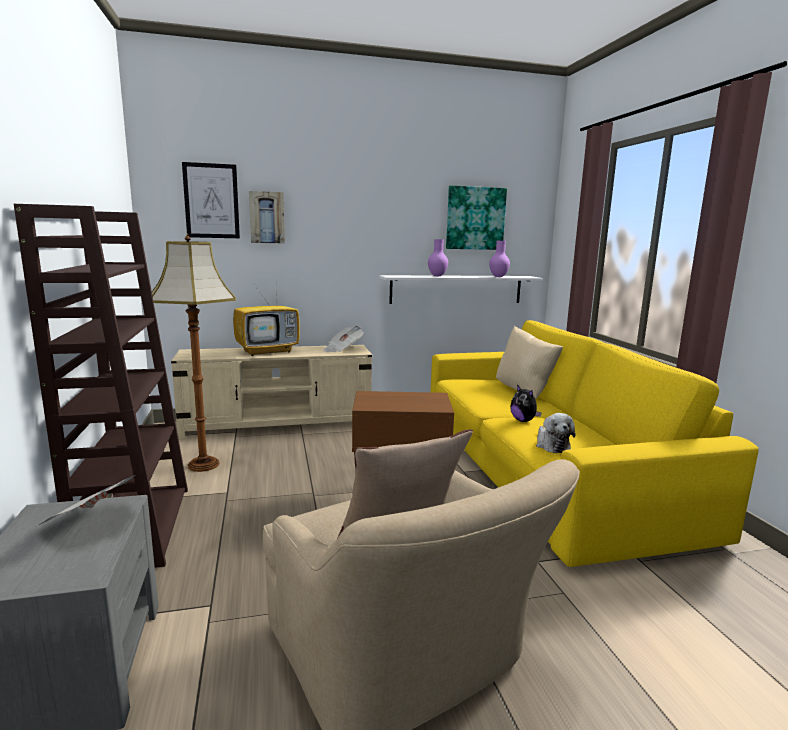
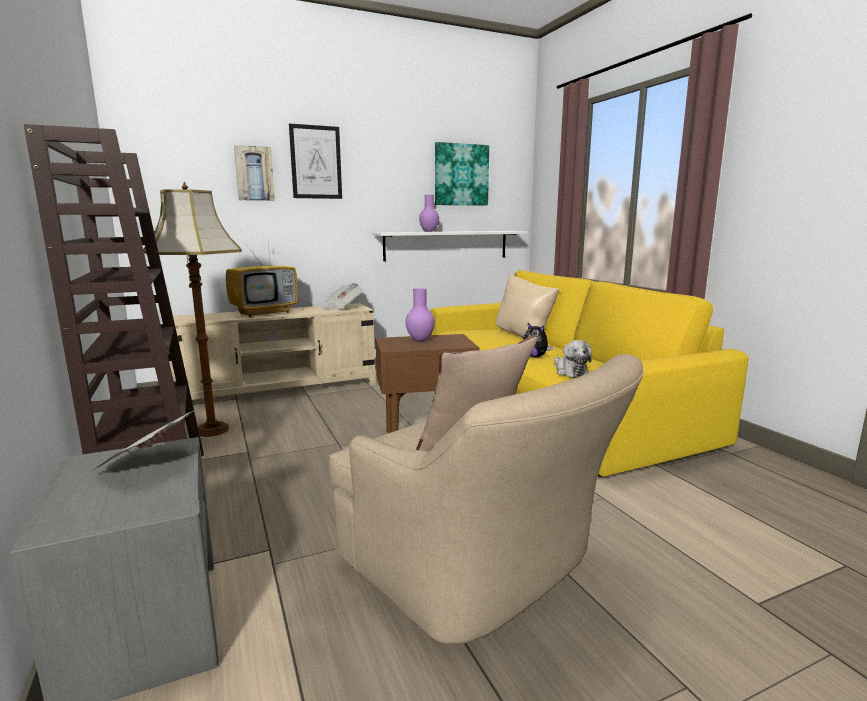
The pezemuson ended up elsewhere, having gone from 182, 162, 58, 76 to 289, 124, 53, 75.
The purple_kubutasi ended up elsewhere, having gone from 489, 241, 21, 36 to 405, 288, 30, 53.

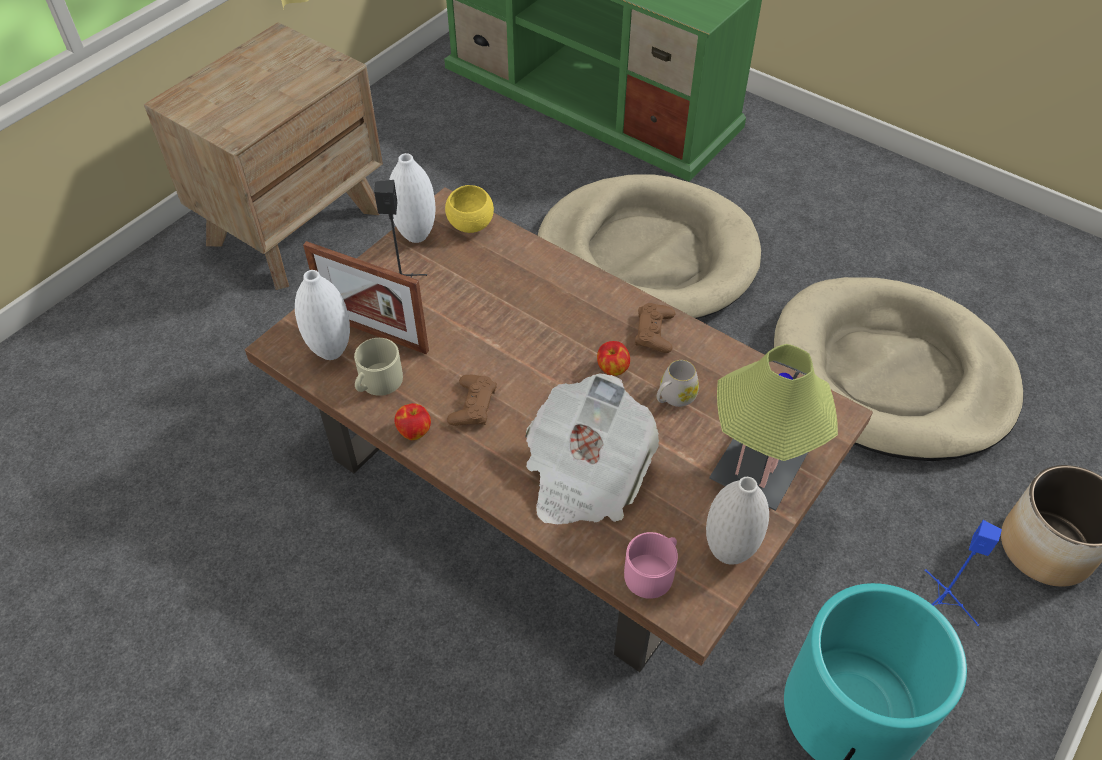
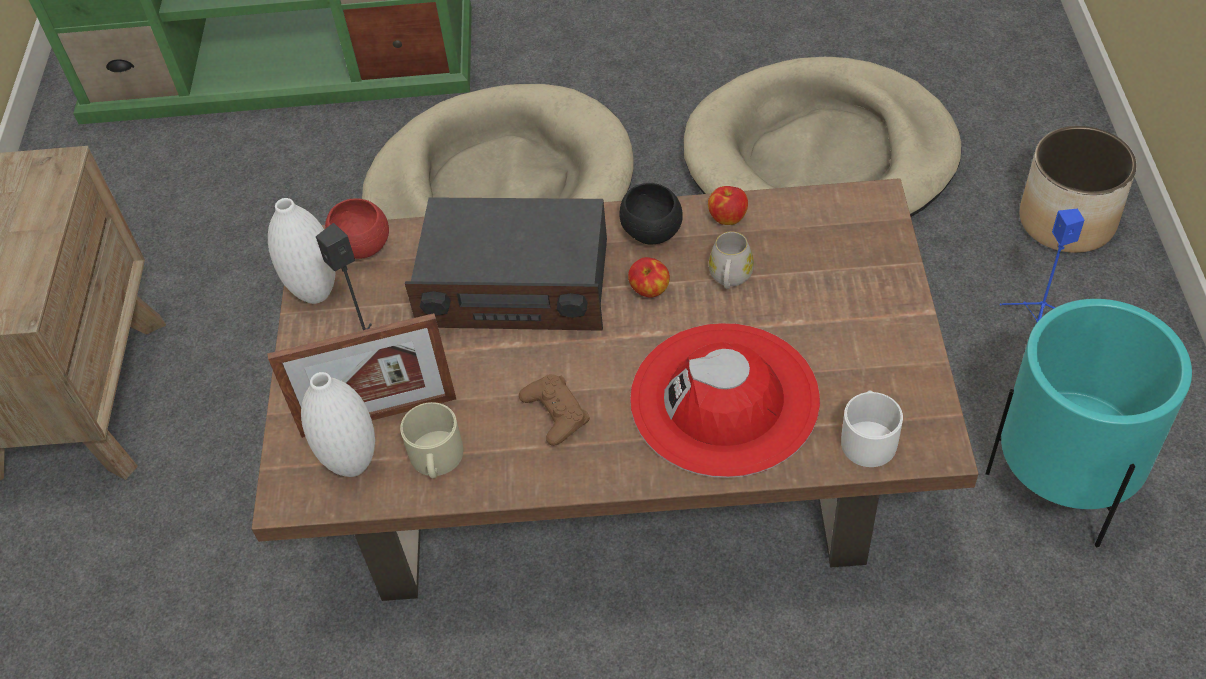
The second view lost the white_kubutasi at 706, 477, 63, 88.
The second view lost the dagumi at 709, 344, 129, 167.
The second view gained the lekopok at 405, 197, 202, 134.
The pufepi ended up elsewhere, having gone from 394, 403, 37, 37 to 708, 186, 40, 39.
Where the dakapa stood at 525, 374, 134, 151, the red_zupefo came to stand at 630, 323, 190, 155.
Where the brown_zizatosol stood at 635, 303, 40, 50, the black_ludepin came to stand at 619, 183, 64, 61.
What was the yellow_ludepin at 445, 185, 49, 48 turned into the red_ludepin at 325, 198, 64, 61.
What was the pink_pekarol at 624, 532, 54, 67 turned into the white_pekarol at 841, 391, 62, 76.

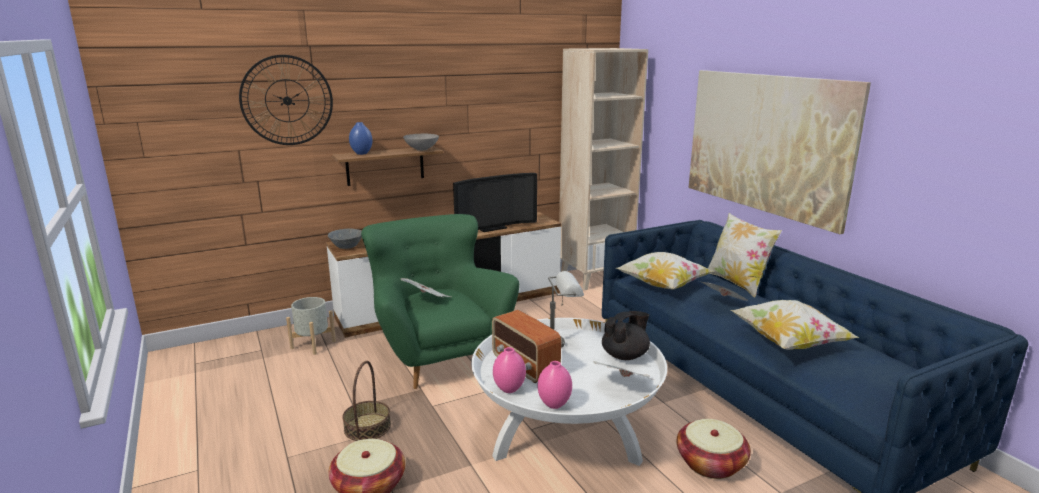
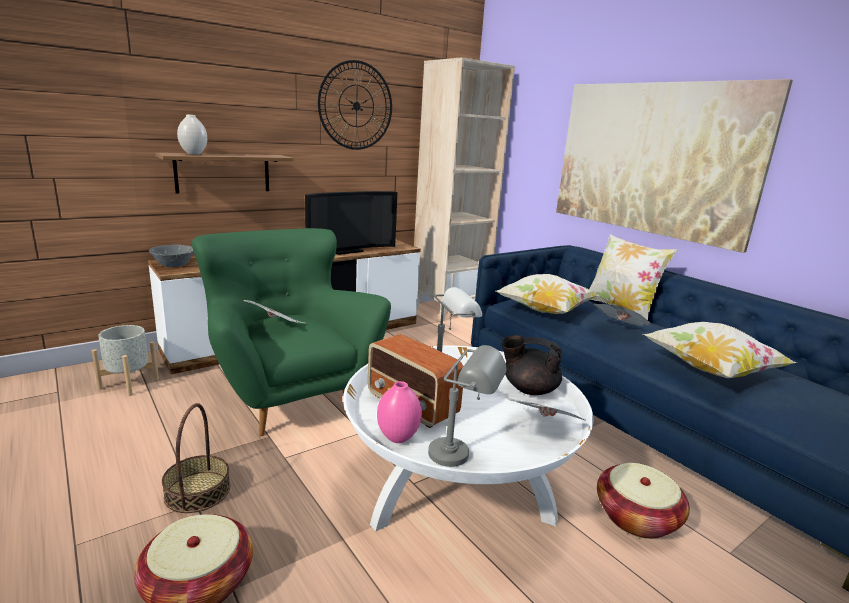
The second view lost the grey_ludepin at 403, 134, 36, 17.
The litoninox ended up elsewhere, having gone from 239, 55, 94, 90 to 318, 60, 74, 90.
Where the pink_kubutasi stood at 538, 361, 34, 48, the grey_dagumi came to stand at 428, 345, 79, 122.
What was the blue_kubutasi at 349, 122, 23, 33 turned into the white_kubutasi at 177, 115, 30, 40.
The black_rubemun at 602, 311, 48, 49 ended up facing another way, 120 degrees counterclockwise from before.

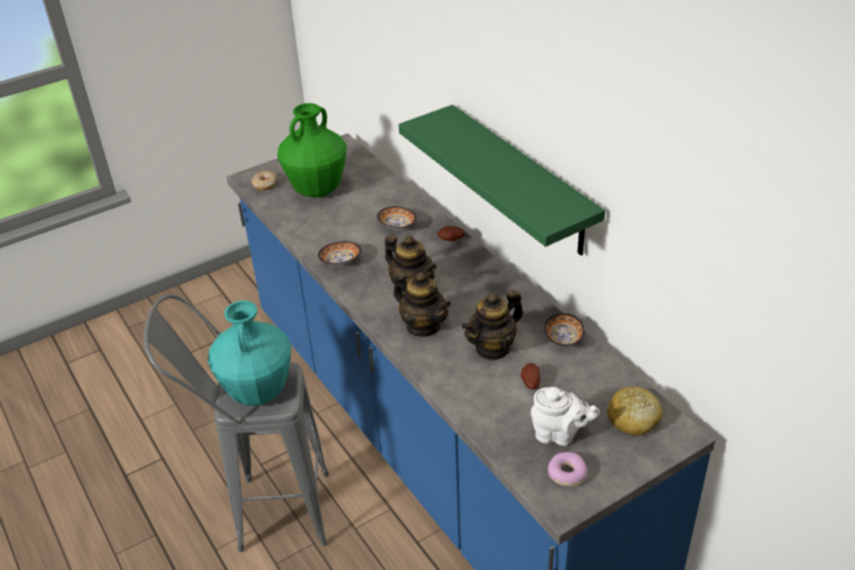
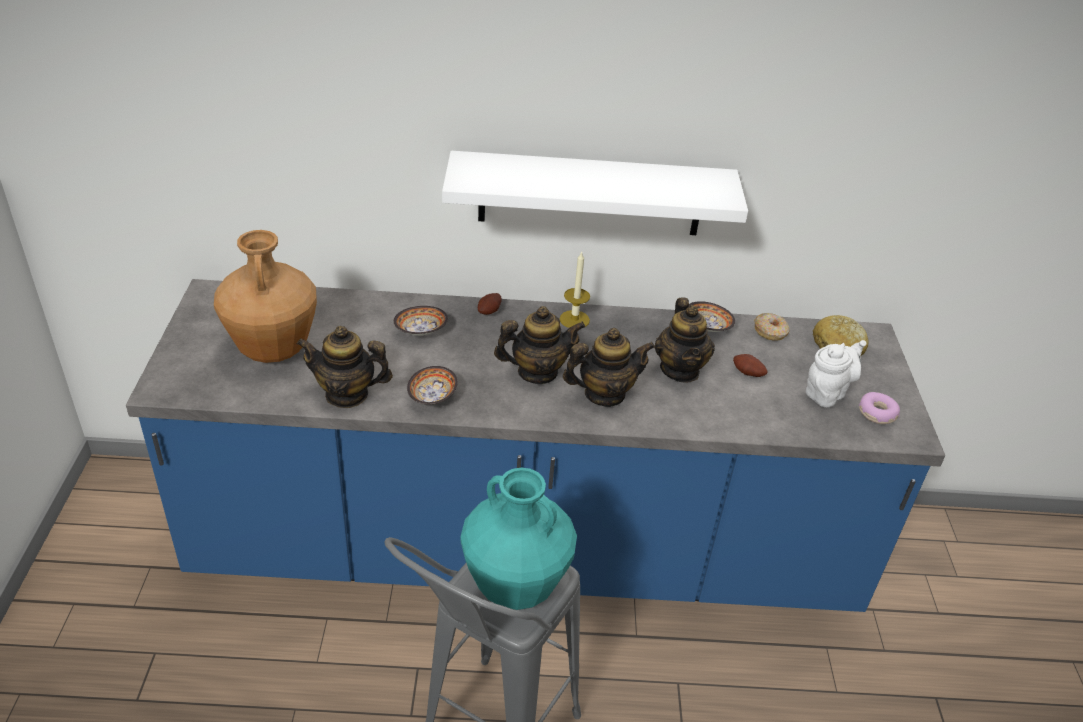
The second view gained the rubemun at 297, 326, 96, 82.
The second view gained the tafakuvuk at 560, 251, 30, 77.
The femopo ended up elsewhere, having gone from 251, 170, 26, 20 to 754, 313, 36, 28.
What was the green_kubutasi at 277, 103, 70, 95 turned into the brown_kubutasi at 214, 230, 103, 133.
What was the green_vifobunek at 399, 105, 206, 151 turned into the white_vifobunek at 442, 151, 306, 84.

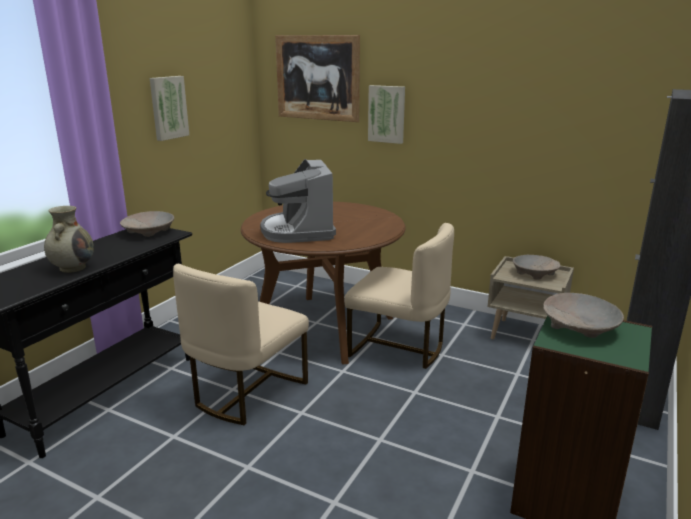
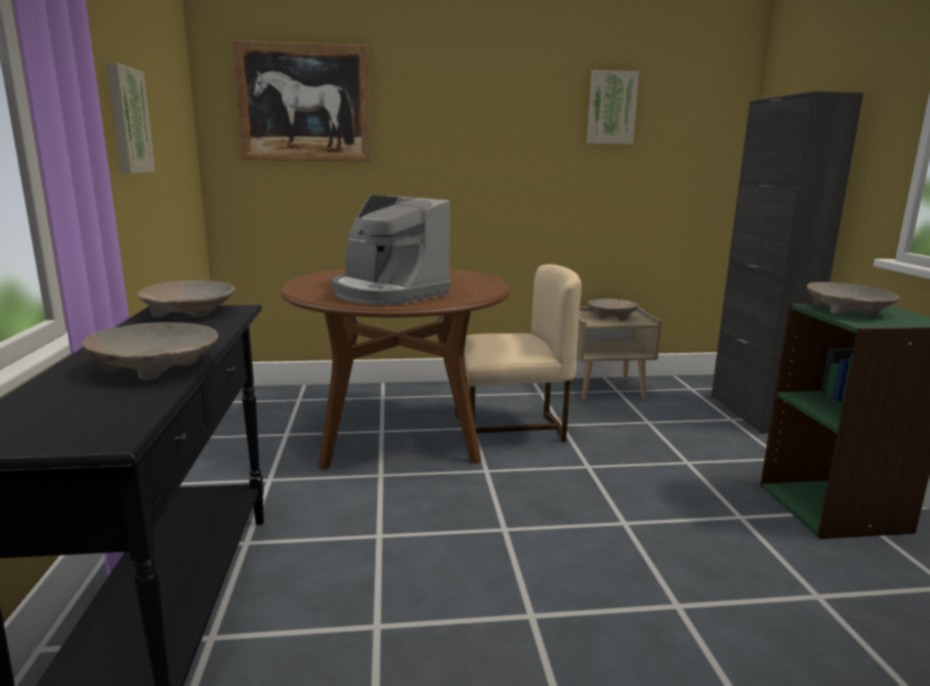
The second view lost the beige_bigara at 173, 264, 136, 161.
The pezemuson ended up elsewhere, having gone from 368, 85, 37, 59 to 587, 70, 52, 74.
Where the beige_kubutasi stood at 44, 206, 50, 67, the beige_ludepin came to stand at 82, 322, 136, 59.

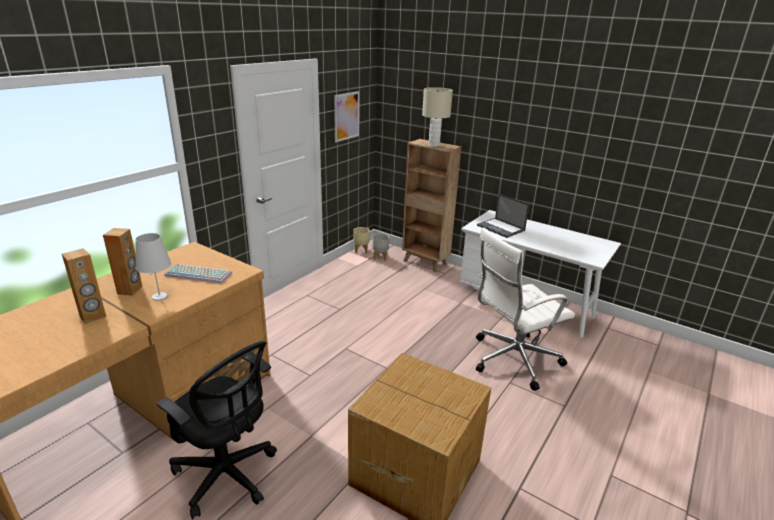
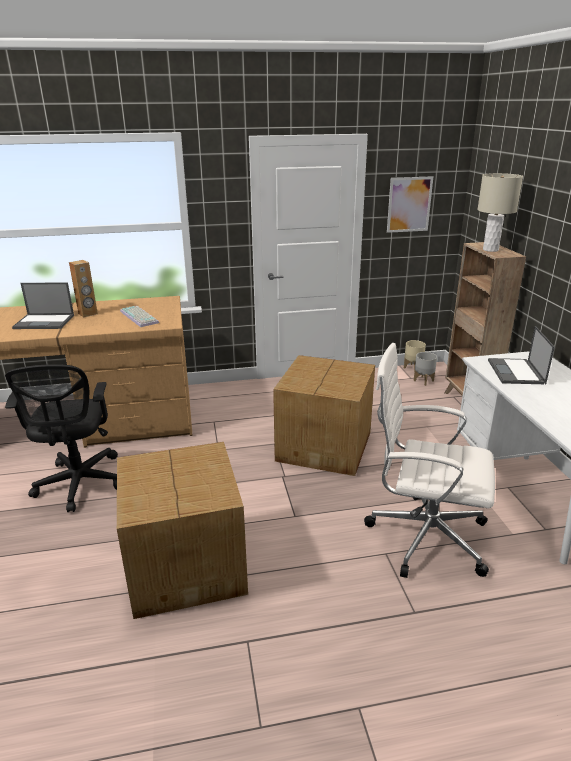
The second view lost the white_dagumi at 135, 233, 37, 68.
The second view gained the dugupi at 273, 355, 102, 121.
Where the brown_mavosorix stood at 62, 248, 44, 76, the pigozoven came to stand at 12, 282, 62, 47.

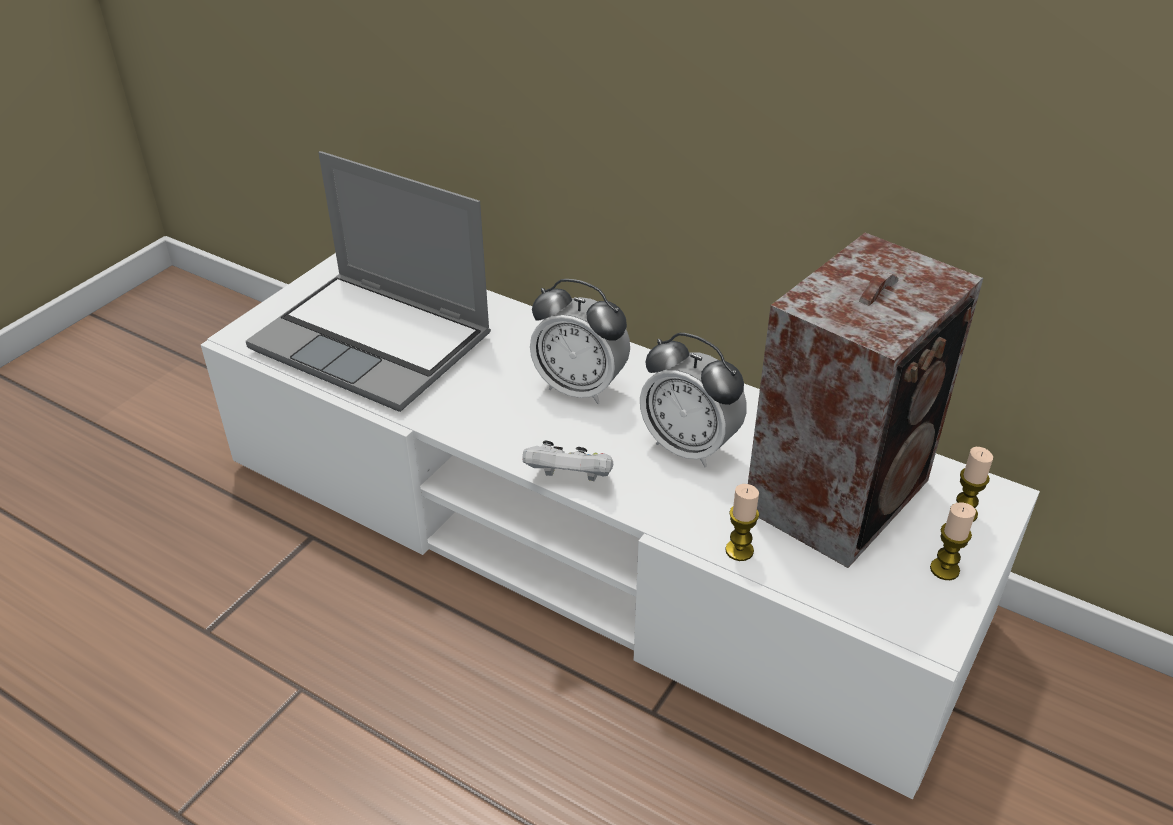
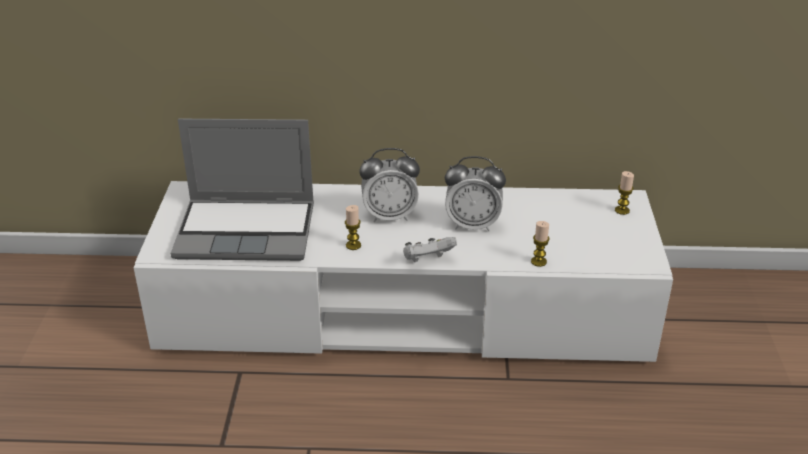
The second view lost the mavosorix at 748, 233, 235, 335.
The tafakuvuk ended up elsewhere, having gone from 930, 503, 46, 77 to 345, 205, 16, 45.

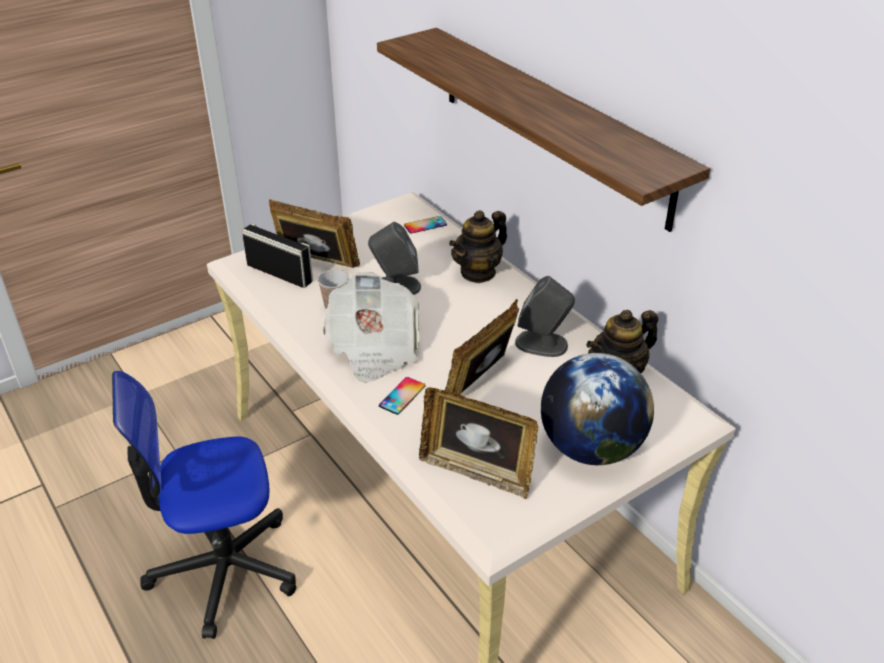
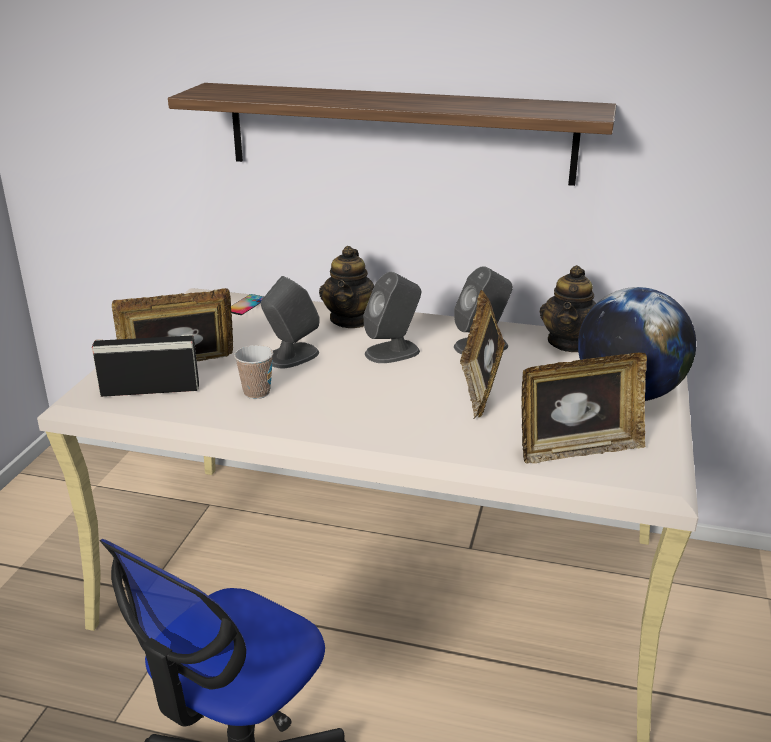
The second view lost the dakapa at 323, 272, 97, 111.
The second view lost the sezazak at 379, 377, 47, 38.
The second view gained the grey_mavosorix at 364, 272, 57, 91.

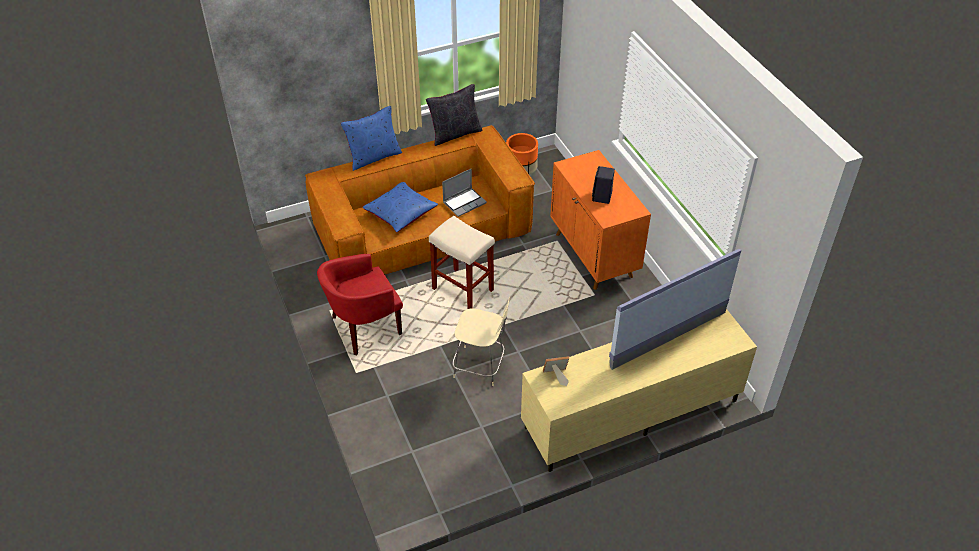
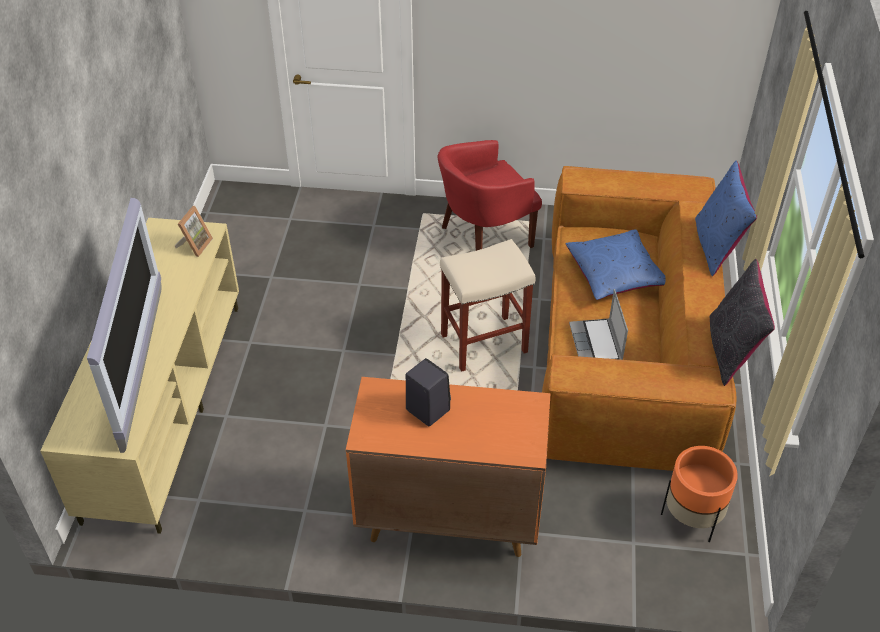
The second view lost the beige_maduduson at 452, 297, 59, 89.
The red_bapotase at 317, 254, 86, 101 ended up facing another way, 120 degrees counterclockwise from before.

